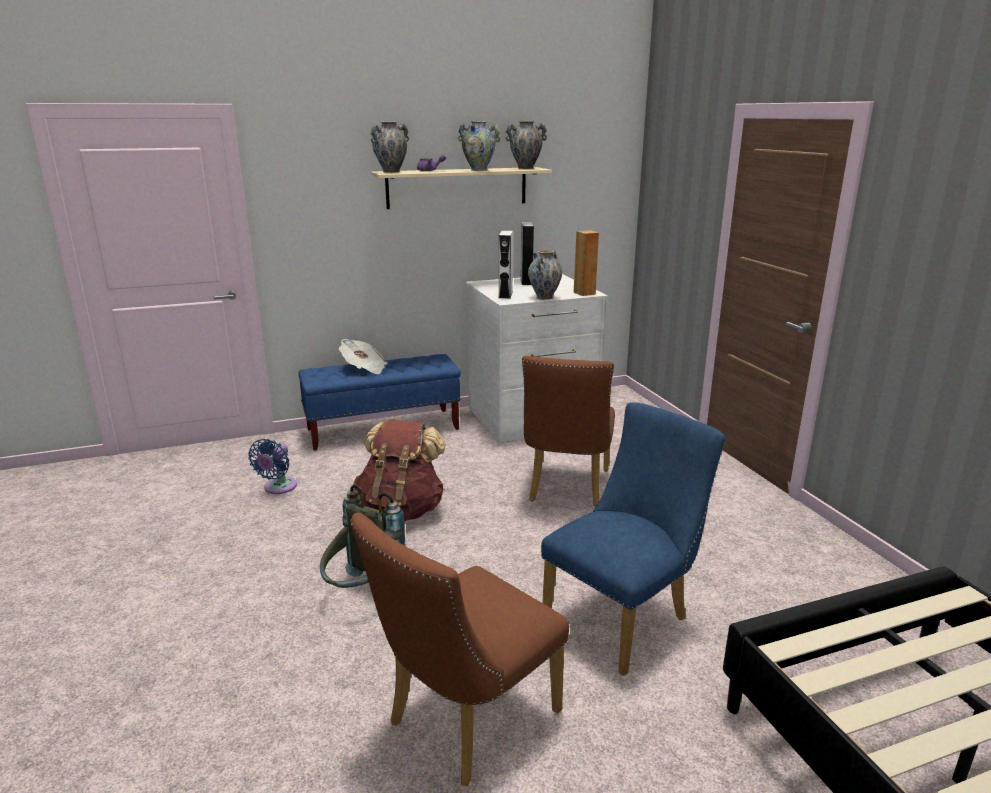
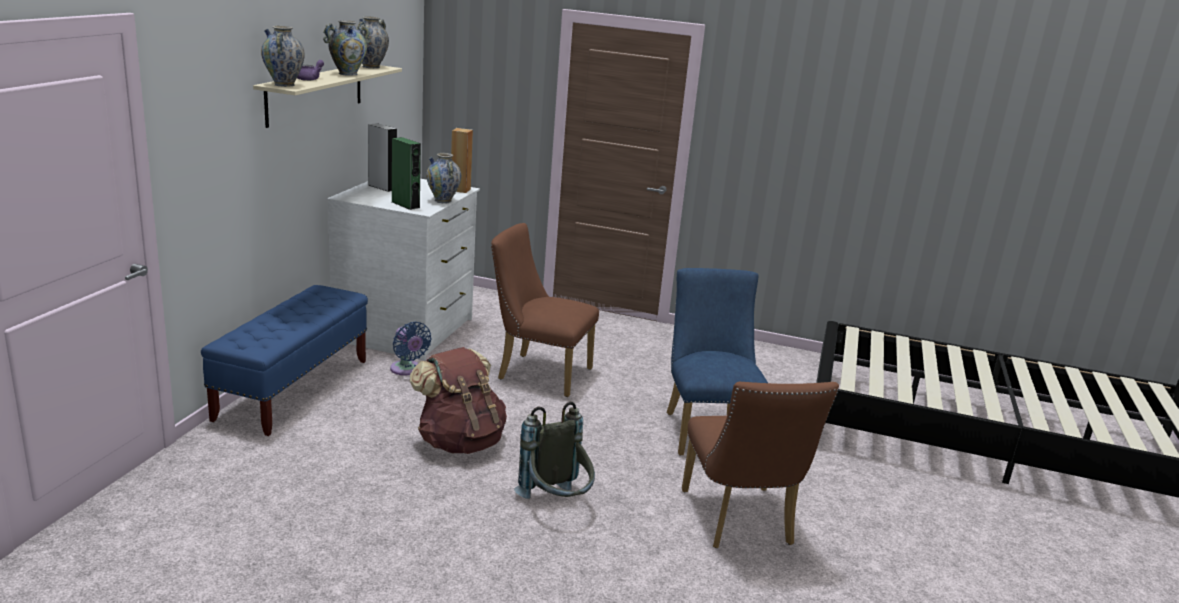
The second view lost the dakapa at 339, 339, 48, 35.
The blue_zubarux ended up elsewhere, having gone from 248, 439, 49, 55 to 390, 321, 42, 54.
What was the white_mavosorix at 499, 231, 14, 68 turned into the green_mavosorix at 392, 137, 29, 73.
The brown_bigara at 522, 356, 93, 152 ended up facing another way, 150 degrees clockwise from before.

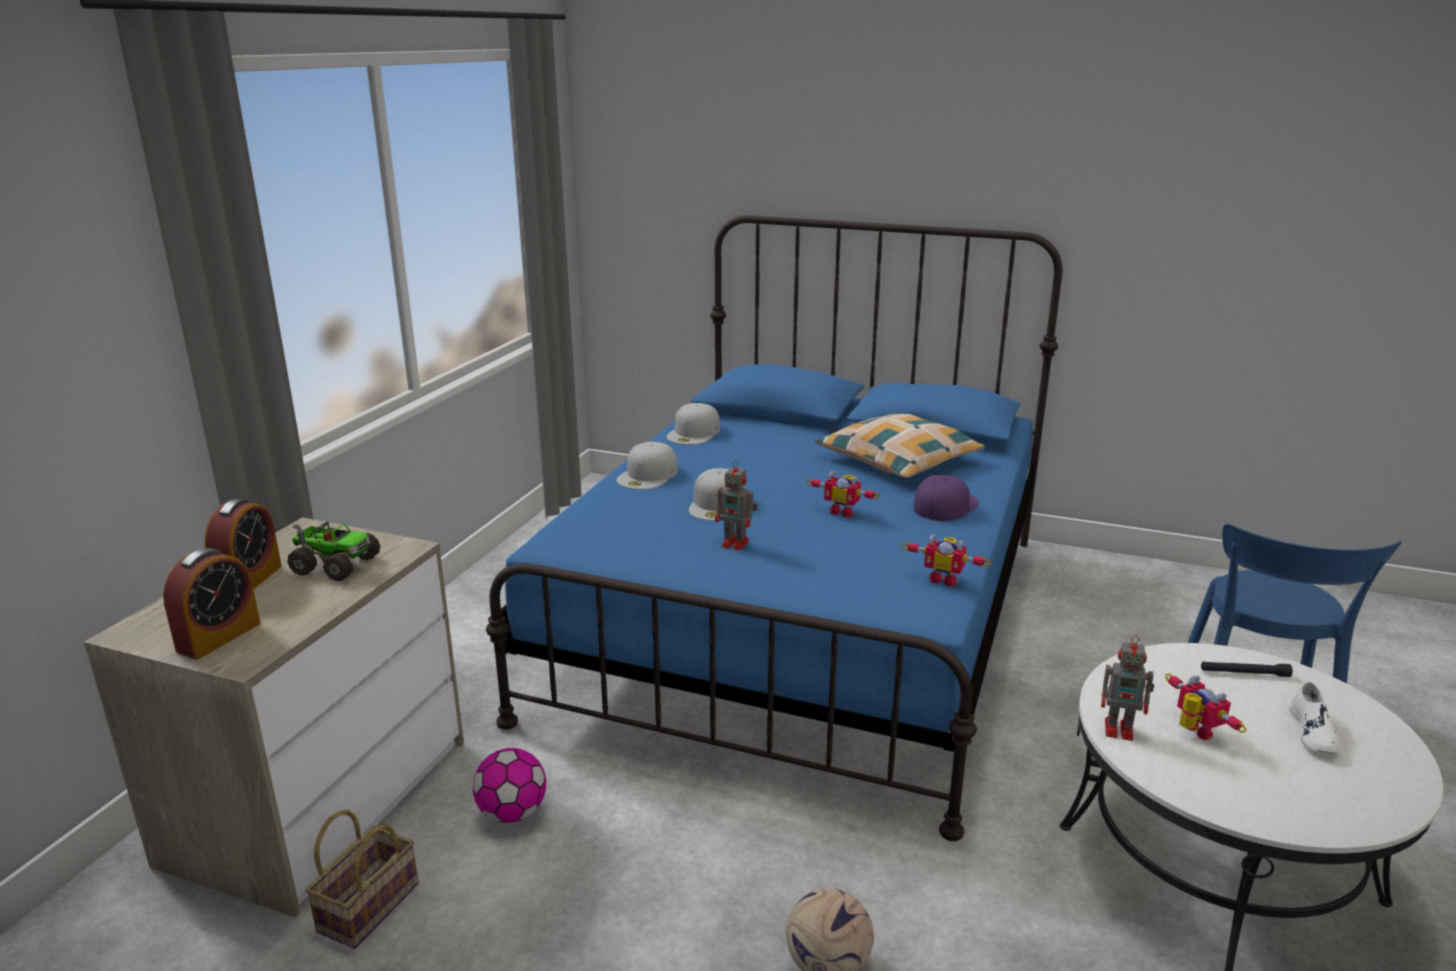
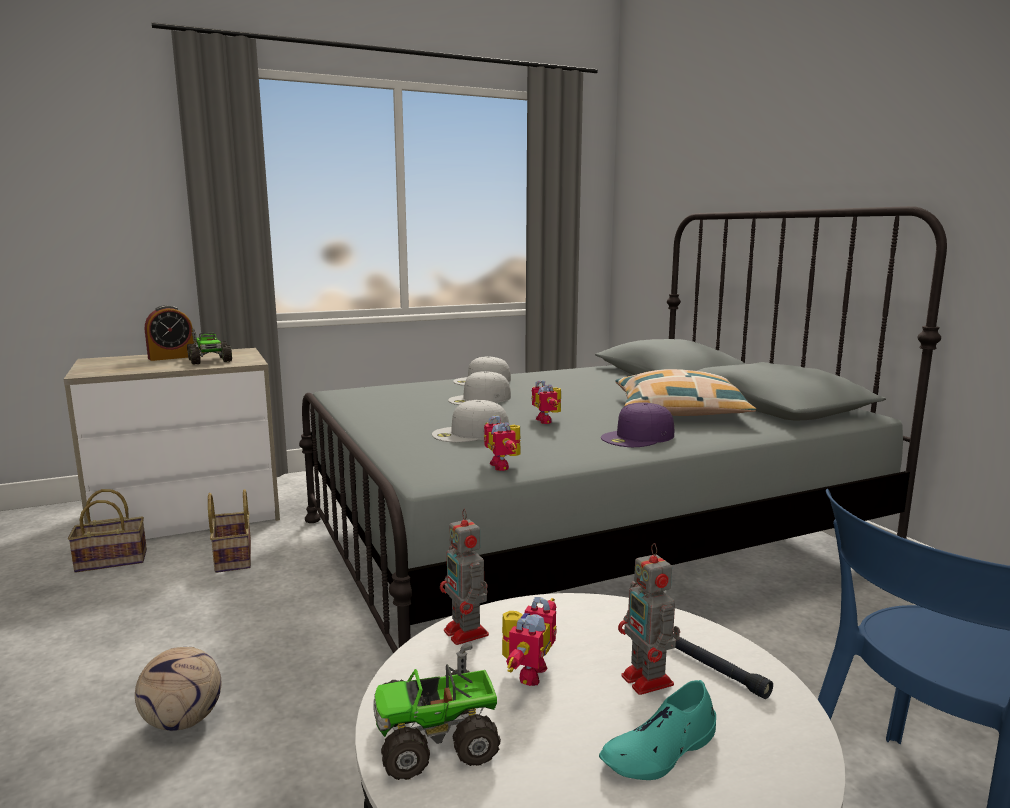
The second view lost the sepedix at 163, 548, 98, 111.
The second view gained the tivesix at 373, 643, 128, 137.
The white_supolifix ended up elsewhere, having gone from 667, 403, 53, 42 to 432, 400, 77, 42.
The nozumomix ended up elsewhere, having gone from 715, 460, 43, 91 to 618, 543, 62, 152.
Where the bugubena stood at 473, 748, 73, 75, the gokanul came to stand at 208, 489, 43, 84.
What was the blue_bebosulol at 486, 215, 577, 626 turned into the grey_bebosulol at 299, 206, 648, 447.
What was the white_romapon at 1289, 681, 52, 73 turned into the turquoise_romapon at 599, 680, 117, 100.
The purple_supolifix at 913, 475, 66, 46 ended up facing another way, 150 degrees clockwise from before.

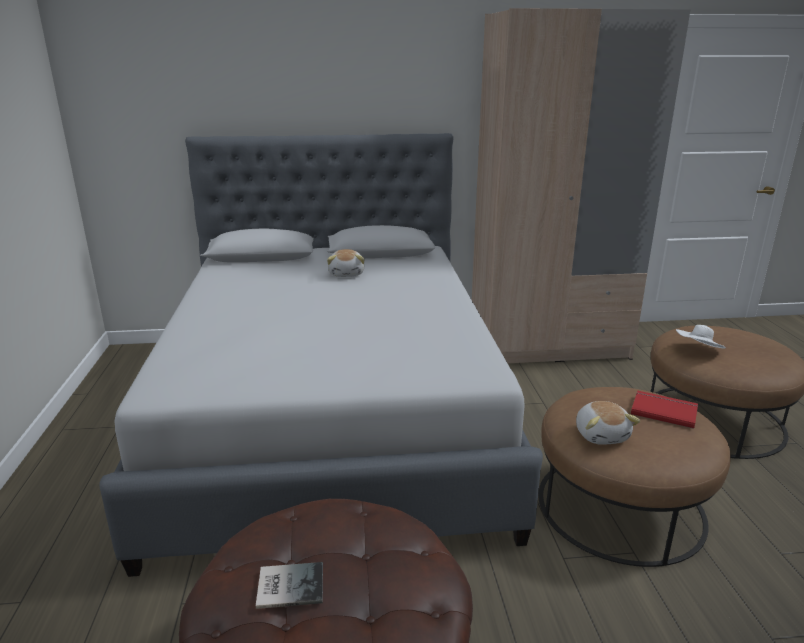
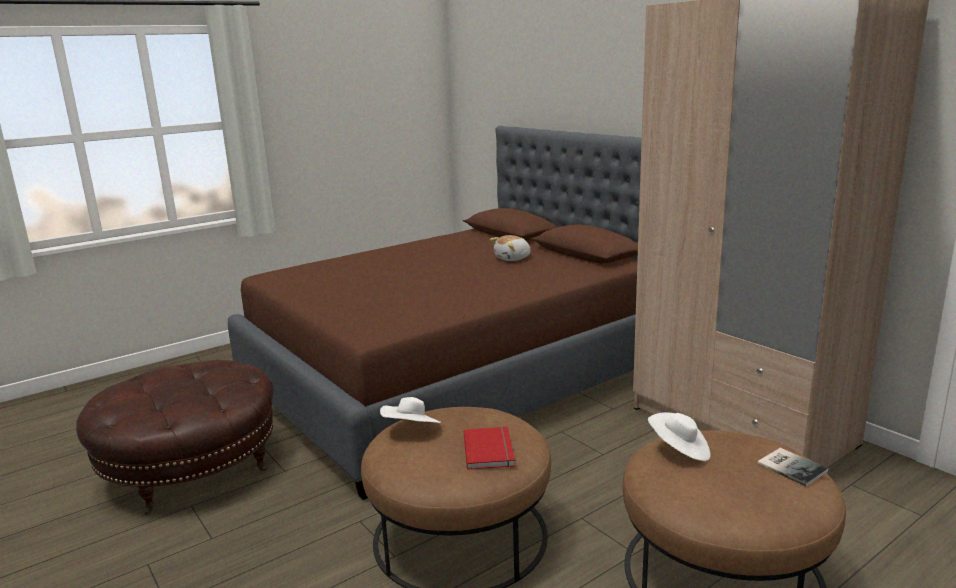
The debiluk ended up elsewhere, having gone from 256, 562, 67, 47 to 757, 448, 71, 38.
Where the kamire stood at 576, 401, 64, 44, the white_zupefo came to stand at 380, 397, 61, 26.
What was the grey_bebosulol at 99, 133, 444, 444 turned into the brown_bebosulol at 228, 126, 414, 374.

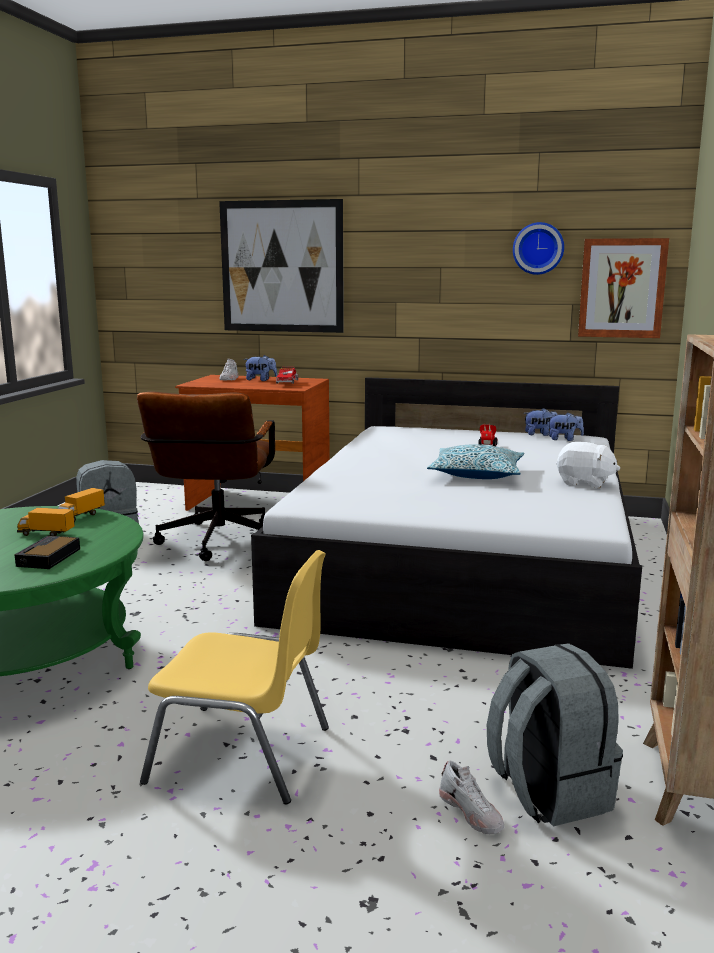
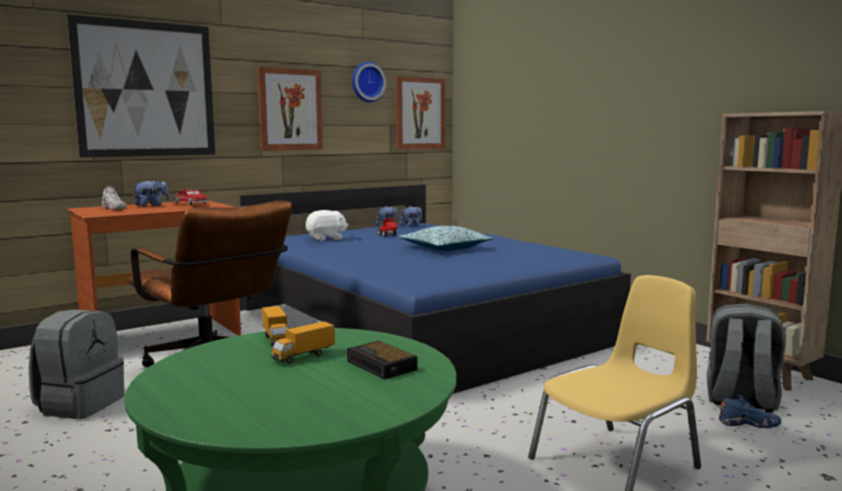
The second view gained the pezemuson at 257, 67, 66, 84.
The white_kamire ended up elsewhere, having gone from 556, 442, 64, 46 to 306, 210, 43, 31.
What was the white_bebosulol at 251, 377, 391, 292 turned into the blue_bebosulol at 240, 184, 391, 210.
What was the white_romapon at 439, 761, 65, 73 turned into the blue_romapon at 719, 395, 62, 33.

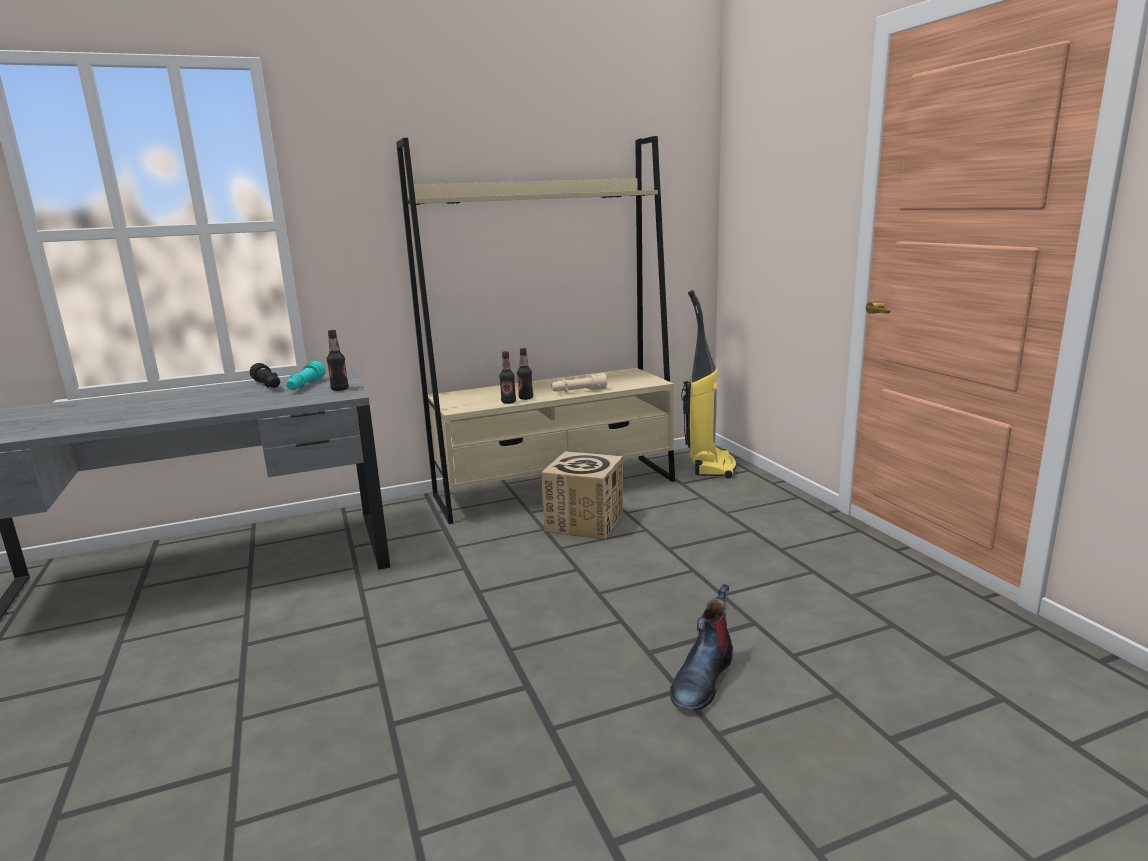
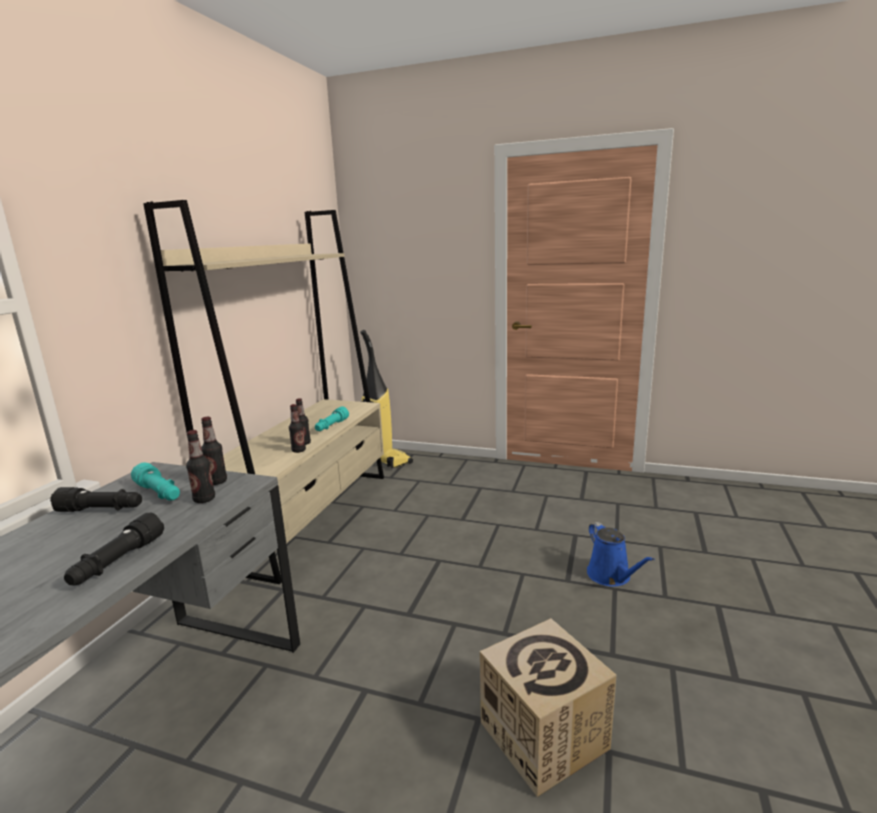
The second view gained the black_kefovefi at 64, 512, 100, 73.
The second view gained the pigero at 186, 430, 29, 73.
The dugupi ended up elsewhere, having gone from 541, 451, 82, 89 to 480, 618, 137, 179.
Where the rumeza stood at 670, 584, 63, 127, the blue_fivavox came to stand at 587, 522, 68, 65.
What was the beige_kefovefi at 551, 373, 57, 19 turned into the turquoise_kefovefi at 315, 407, 34, 24.

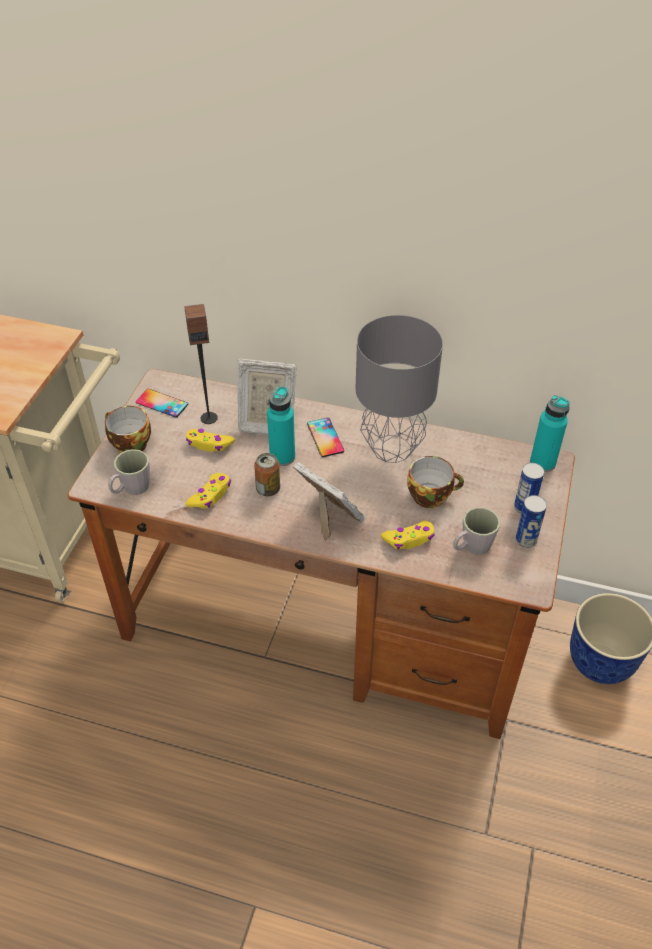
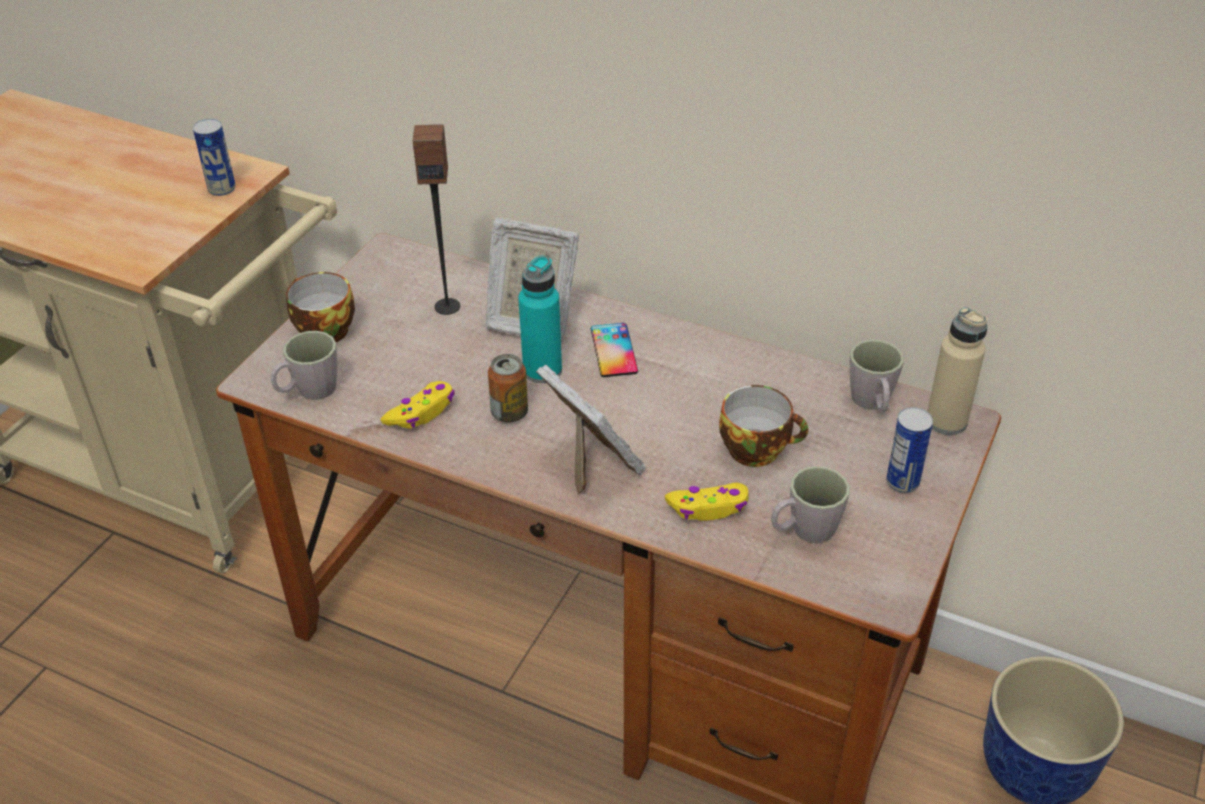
The second view lost the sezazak at 136, 389, 52, 29.
The second view lost the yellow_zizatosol at 186, 429, 49, 23.
The second view lost the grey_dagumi at 355, 315, 88, 148.
The second view gained the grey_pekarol at 850, 339, 54, 73.
The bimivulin ended up elsewhere, having gone from 516, 495, 31, 53 to 193, 119, 43, 77.
What was the turquoise_pigero at 530, 395, 40, 77 turned into the beige_pigero at 927, 307, 61, 128.

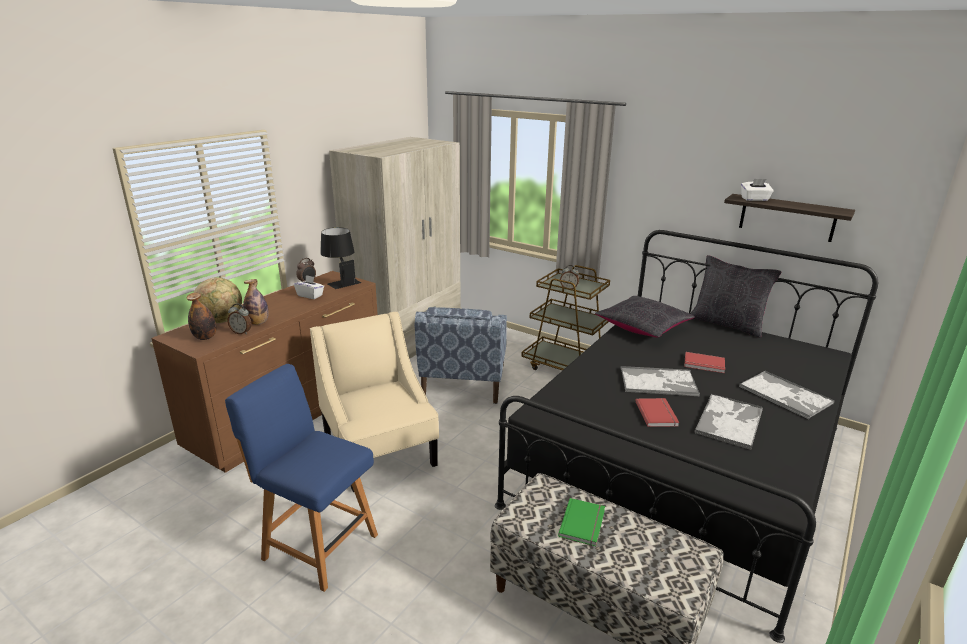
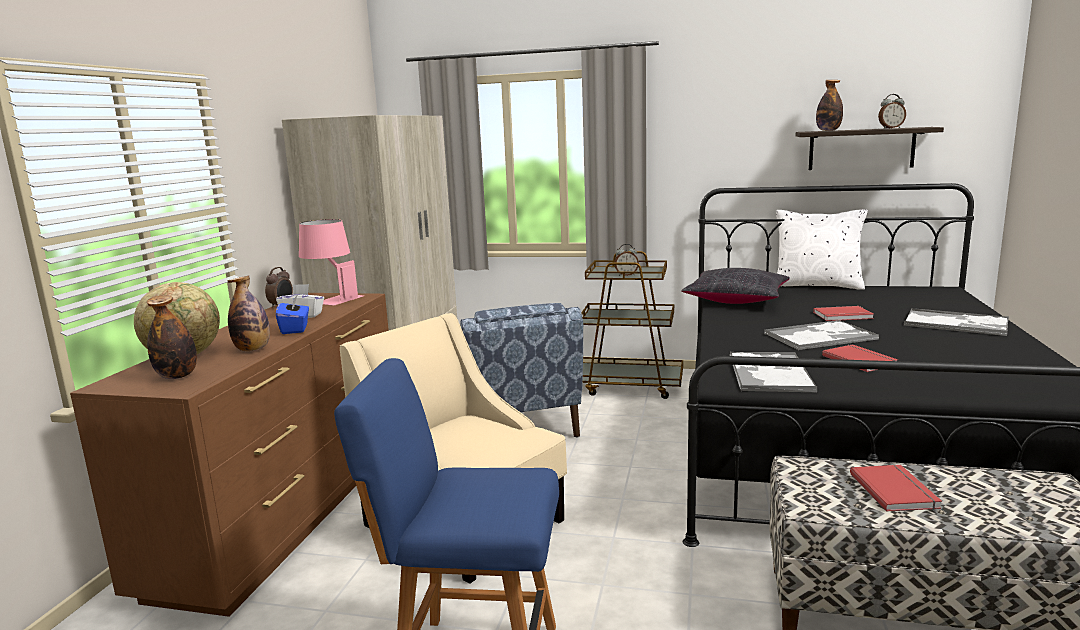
The second view gained the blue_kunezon at 276, 294, 33, 40.
The sepedix ended up elsewhere, having gone from 227, 303, 24, 32 to 878, 94, 28, 35.
The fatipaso ended up elsewhere, having gone from 695, 393, 68, 57 to 730, 352, 87, 41.
Where the white_kunezon stood at 741, 179, 33, 22, the pigero came to stand at 816, 80, 27, 51.
What was the black_dagumi at 320, 228, 41, 61 turned into the pink_dagumi at 299, 219, 64, 87.
What was the green_debiluk at 558, 498, 47, 48 turned into the red_debiluk at 850, 465, 92, 47.
What was the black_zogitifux at 690, 255, 92, 83 turned into the white_zogitifux at 776, 209, 92, 81.

